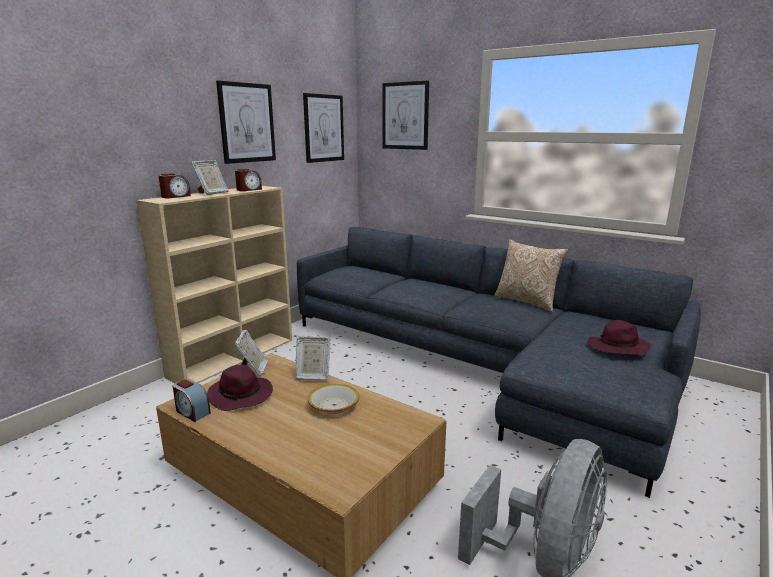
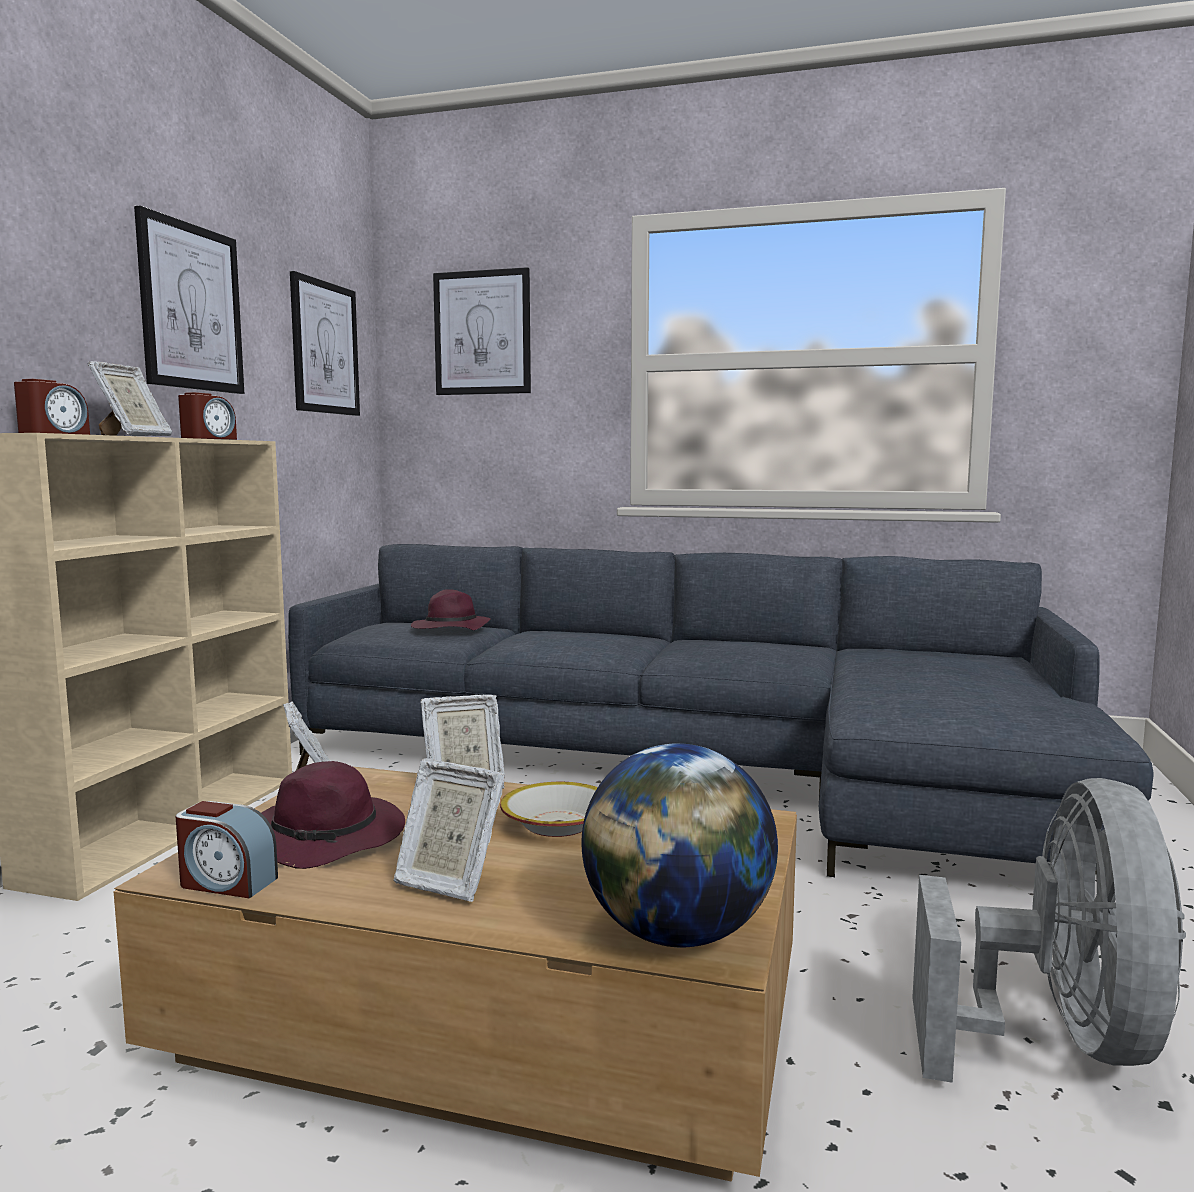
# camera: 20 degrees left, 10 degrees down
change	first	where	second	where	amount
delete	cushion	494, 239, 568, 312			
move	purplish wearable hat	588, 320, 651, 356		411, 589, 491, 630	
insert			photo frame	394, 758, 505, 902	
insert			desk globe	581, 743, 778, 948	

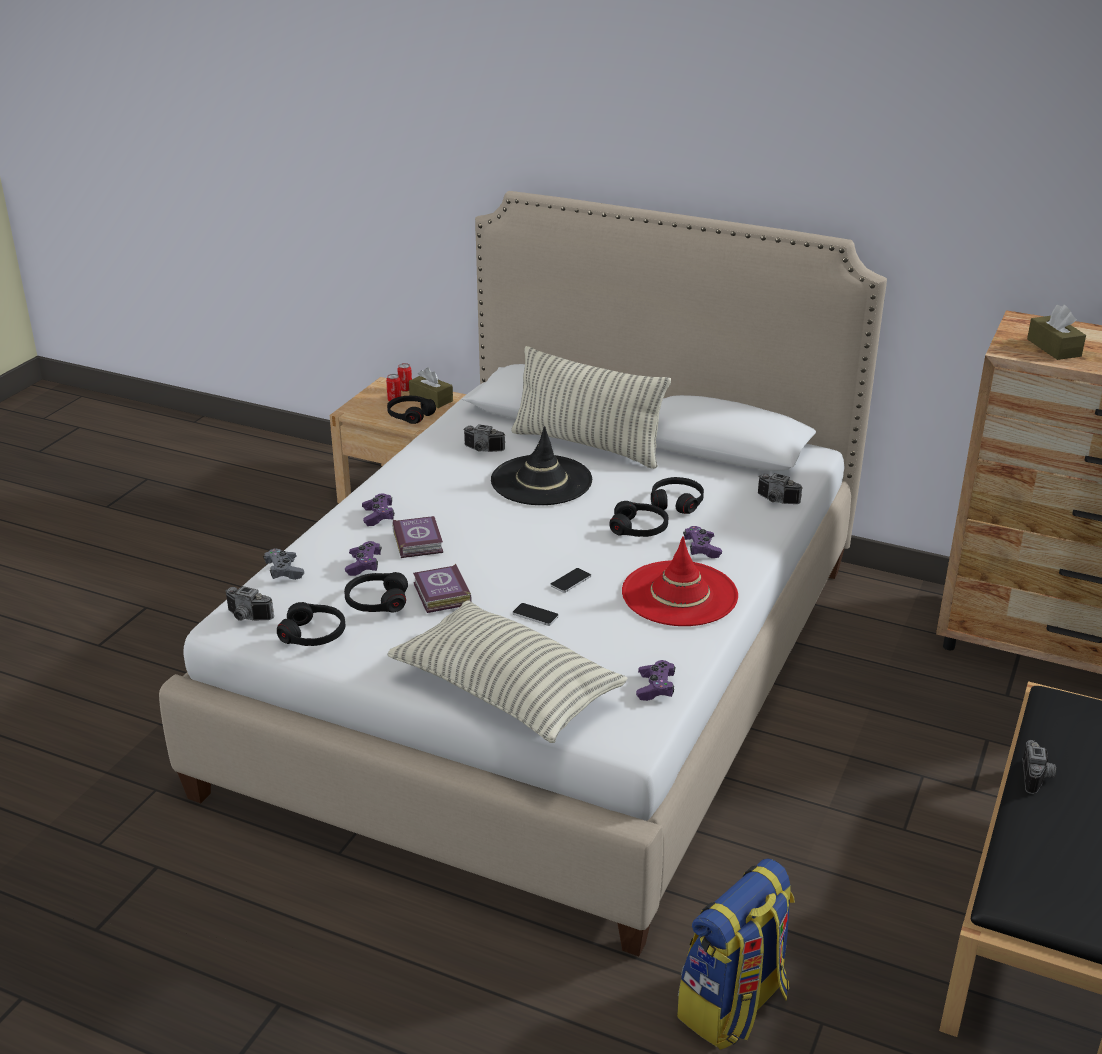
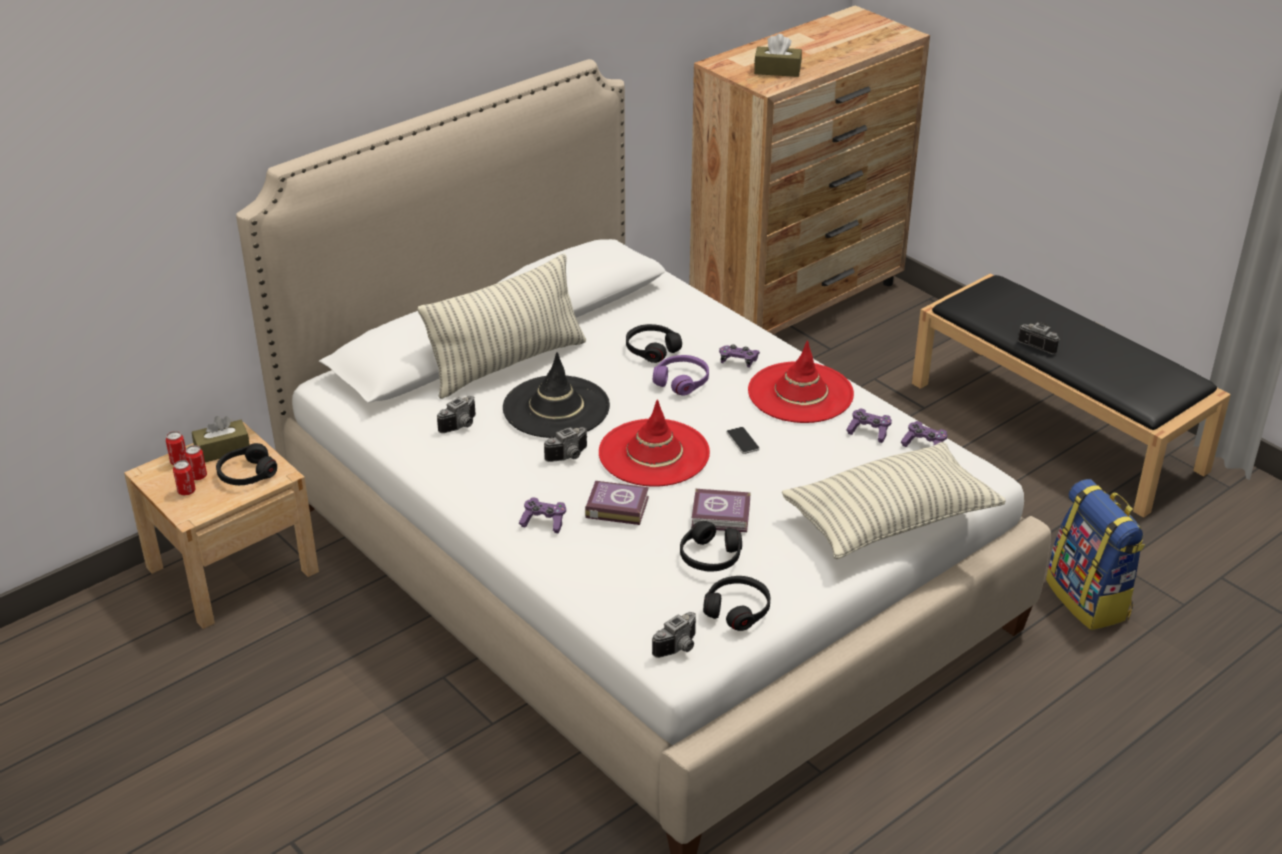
# camera: 65 degrees left, 5 degrees up
change	first	where	second	where	amount
delete	grey joypad	263, 548, 304, 580			
move	purplish joypad	345, 541, 382, 576		846, 408, 892, 443	
delete	phone	512, 603, 559, 626			
recolor	black headset	609, 501, 668, 537	purplish headset	653, 355, 709, 396	
move	still camera	758, 473, 803, 504		544, 427, 587, 462	
insert			can	173, 460, 196, 495	
insert			red-coloured wearable hat	599, 399, 710, 487	

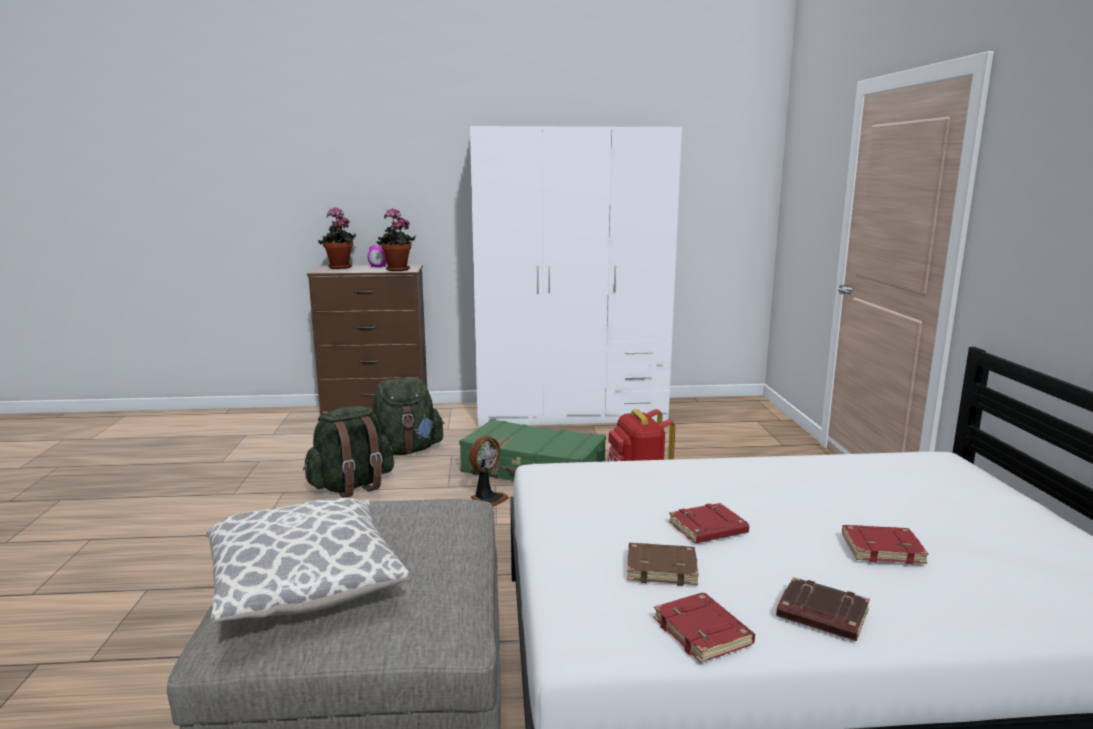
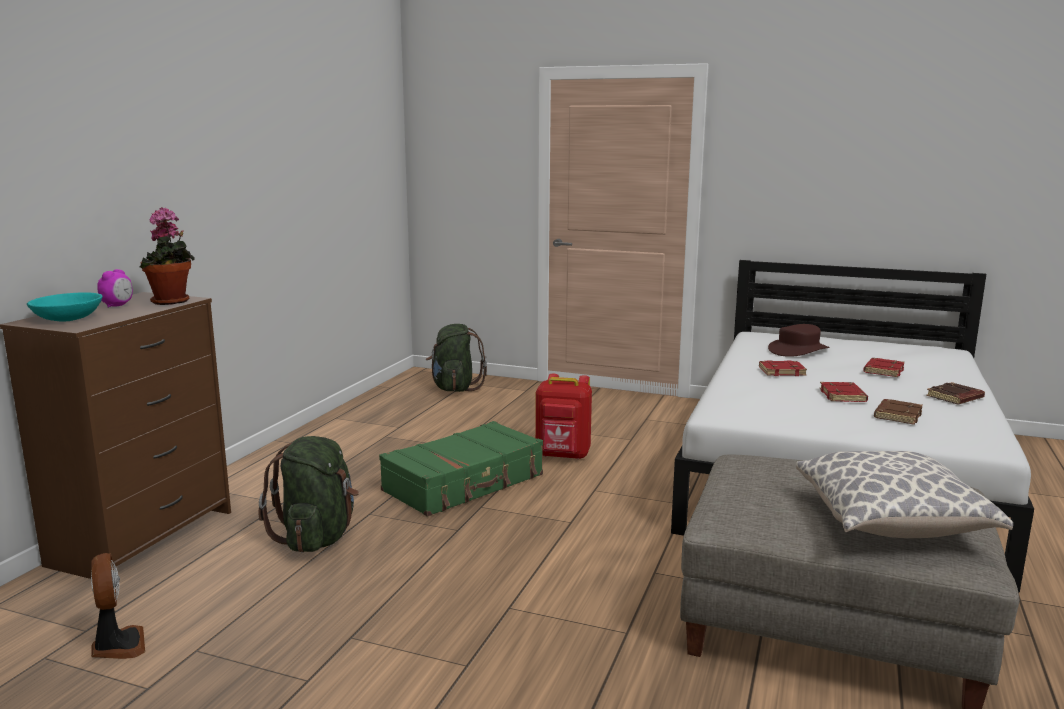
# camera: 65 degrees left, 0 degrees up
change	first	where	second	where	amount
move	green-coloured rucksack	303, 406, 394, 498		426, 324, 487, 392	
replace	houseplant	318, 207, 356, 269	blue-green bowl	27, 292, 103, 322	
move	electric fan	469, 436, 509, 507		91, 553, 145, 659	
delete	whitish clothes cupboard	470, 126, 682, 427			
move	red-coloured bound book	653, 593, 755, 663		759, 360, 807, 376	
insert			brown wearable hat	768, 324, 829, 357	

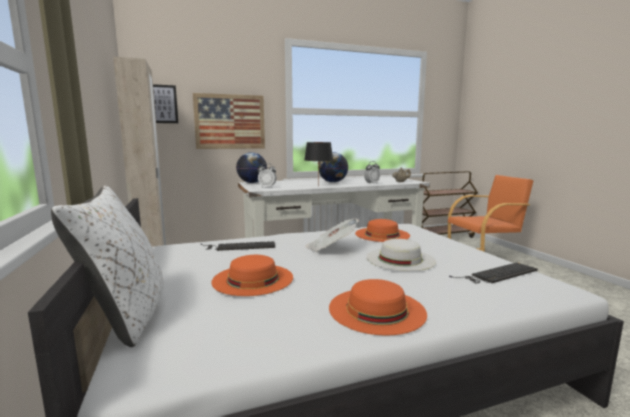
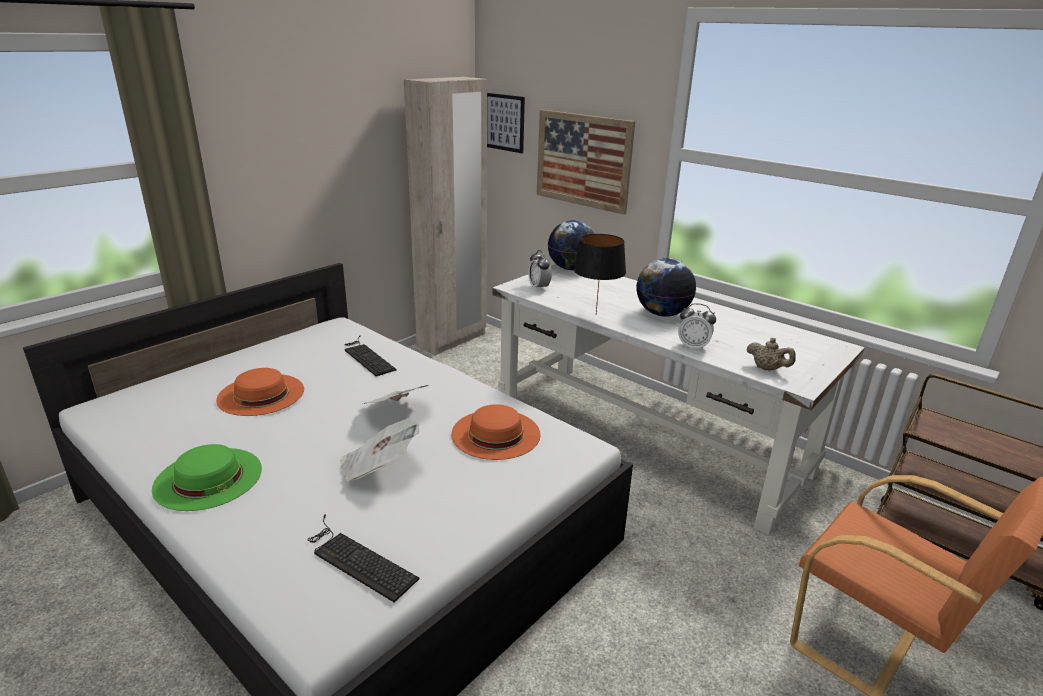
# camera: 60 degrees right, 15 degrees up
change	first	where	second	where	amount
delete	whitish cushion	51, 186, 164, 347			
recolor	orange wearable hat	329, 279, 427, 336	green-coloured wearable hat	152, 444, 262, 511	
replace	whitish wearable hat	366, 239, 436, 271	newspaper	340, 418, 419, 483	

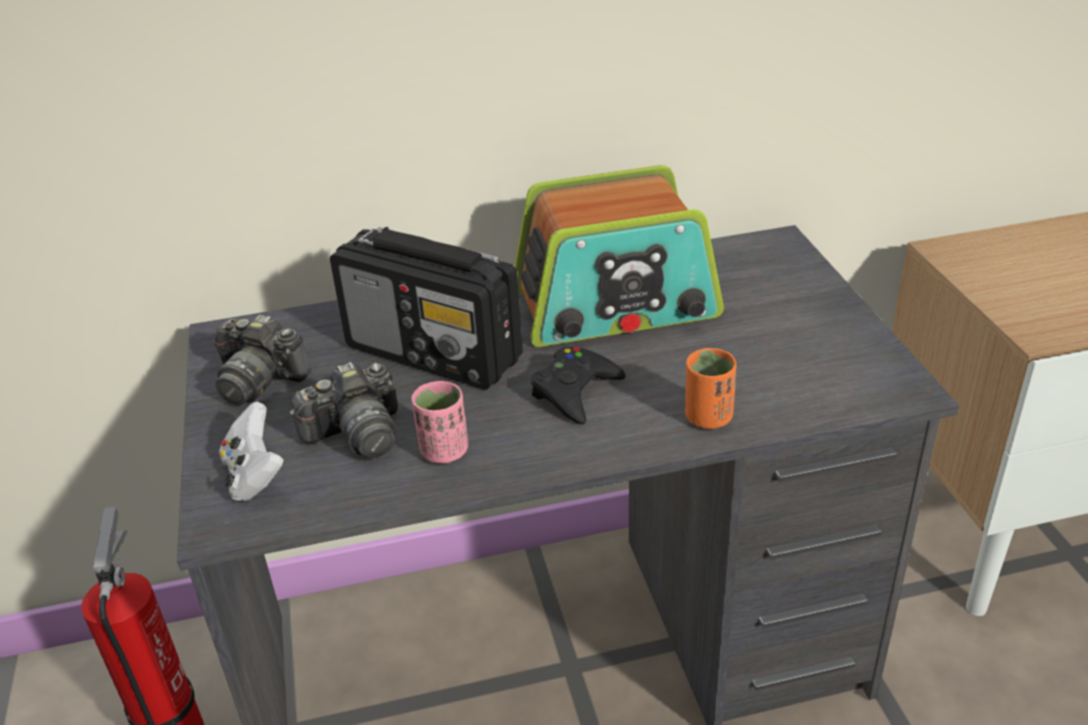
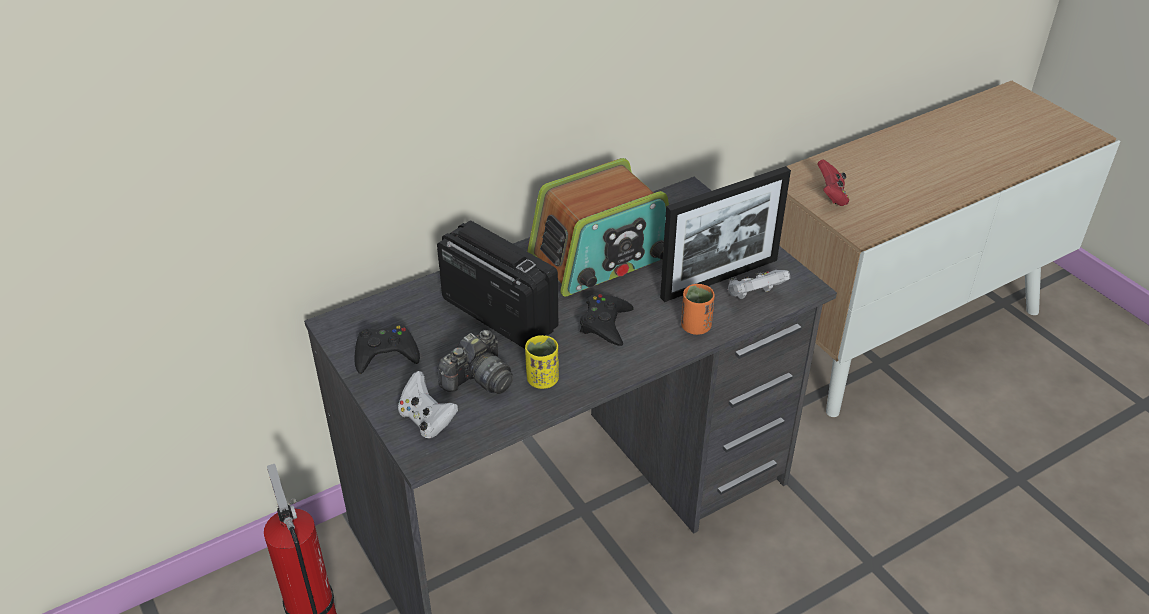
# camera: 20 degrees left, 5 degrees up
change	first	where	second	where	amount
replace	still camera	214, 314, 311, 405	black joypad	355, 324, 420, 374	
rotate	radio	330, 227, 523, 390		437, 221, 558, 349	150 degrees counterclockwise
recolor	pink-coloured cup	412, 381, 468, 463	yellowish cup	525, 335, 559, 389	
insert			photo frame	660, 166, 791, 302	
insert			whitish joypad	728, 270, 790, 299	
insert			red-coloured joypad	817, 159, 849, 206	

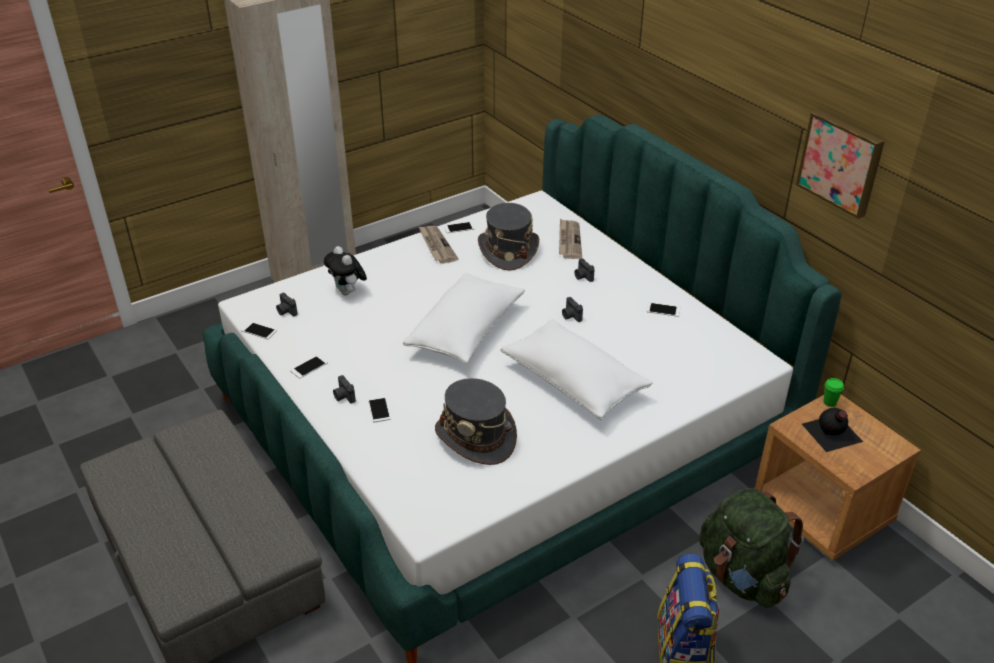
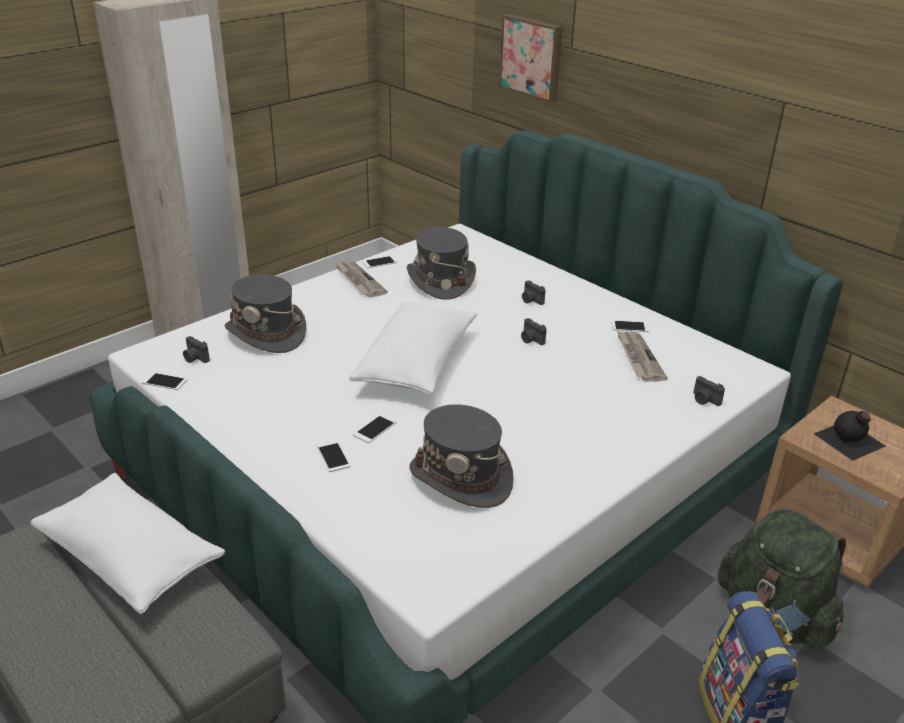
# camera: 10 degrees left, 5 degrees down
change	first	where	second	where	amount
move	phone	290, 355, 328, 379		353, 414, 397, 443	
replace	cuddly toy	324, 246, 367, 295	grey wearable hat	225, 274, 306, 353	
move	still camera	333, 375, 356, 404		694, 376, 725, 406	
move	whitish cushion	500, 319, 653, 420		31, 473, 225, 614	
move	newspaper	559, 219, 582, 259		617, 331, 668, 382	
move	wall art	796, 110, 885, 219		499, 13, 563, 103	
delete	green-coloured cup	823, 378, 844, 407			

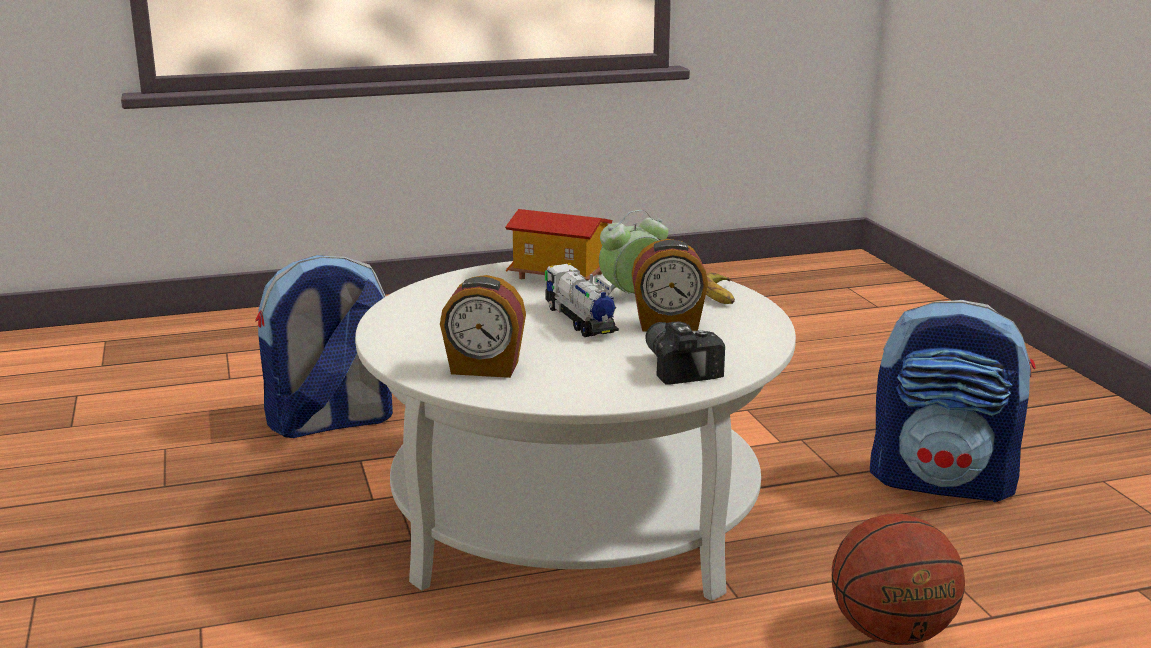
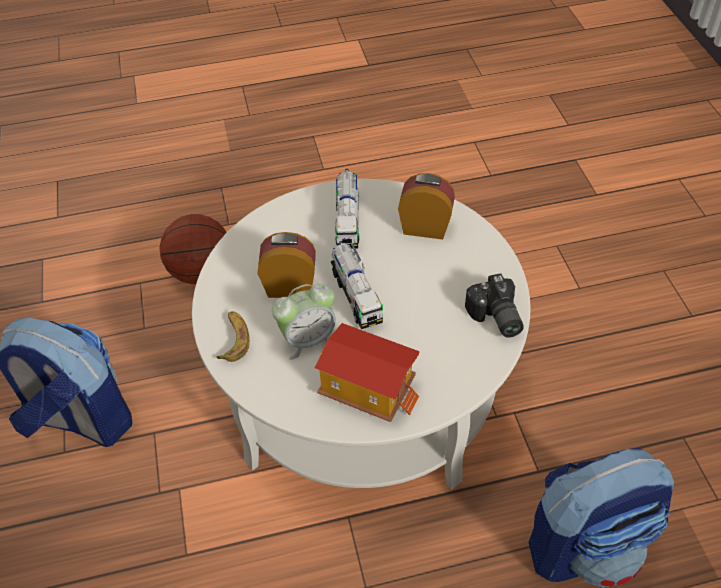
# camera: 175 degrees left, 30 degrees up
change	first	where	second	where	amount
move	still camera	645, 322, 725, 385		465, 273, 524, 337	
insert			model truck	335, 169, 360, 249	

